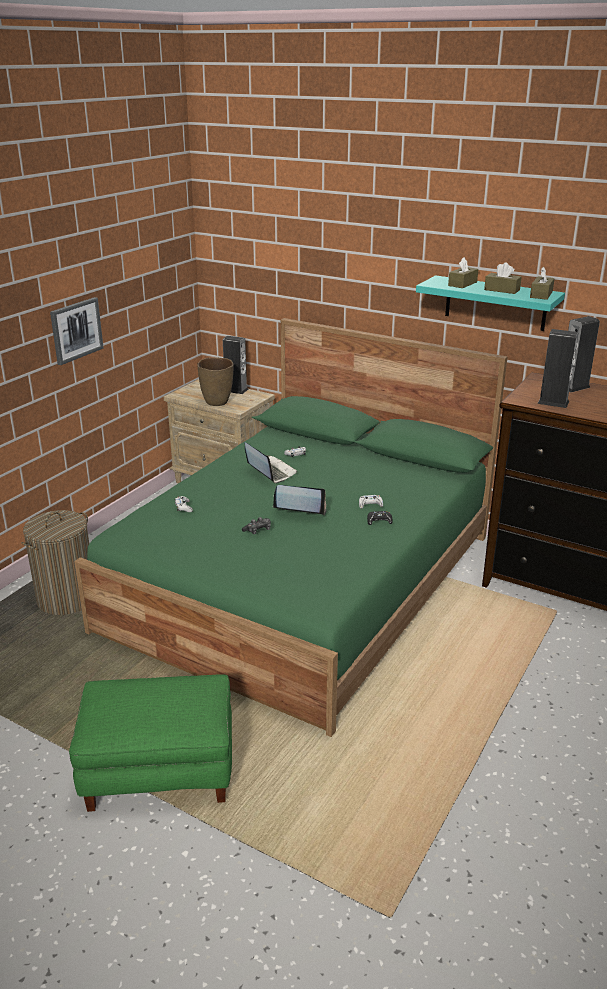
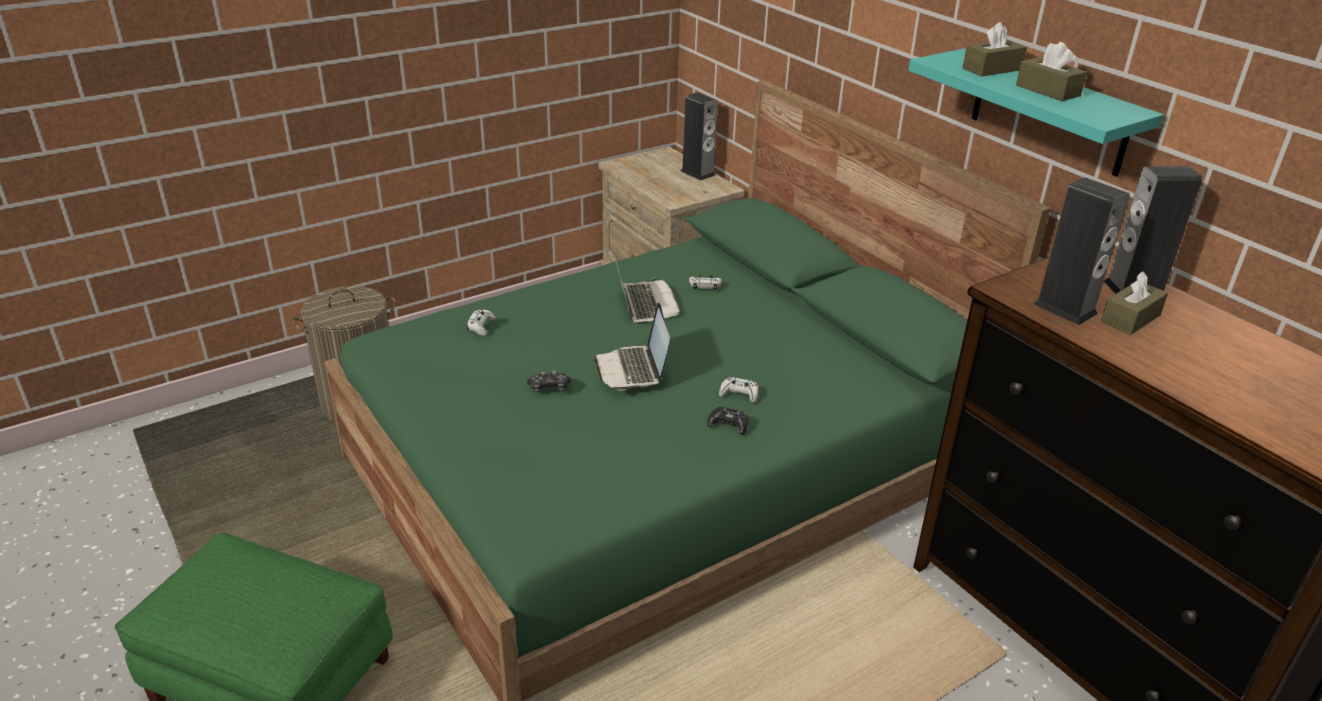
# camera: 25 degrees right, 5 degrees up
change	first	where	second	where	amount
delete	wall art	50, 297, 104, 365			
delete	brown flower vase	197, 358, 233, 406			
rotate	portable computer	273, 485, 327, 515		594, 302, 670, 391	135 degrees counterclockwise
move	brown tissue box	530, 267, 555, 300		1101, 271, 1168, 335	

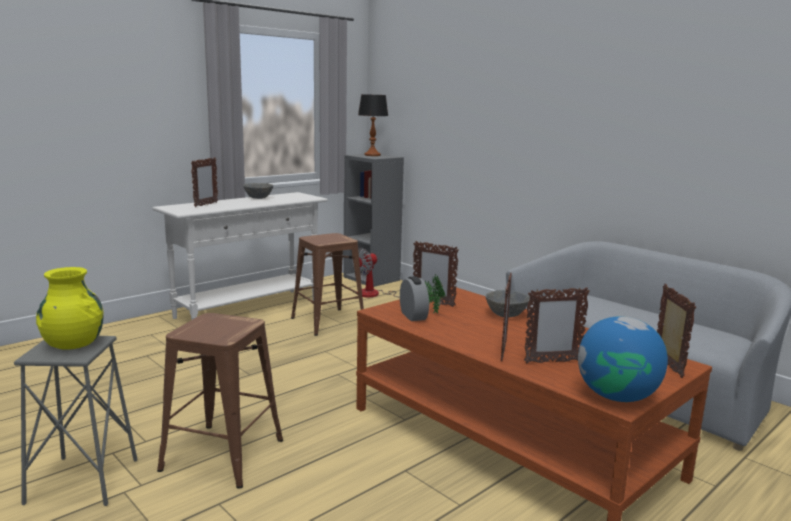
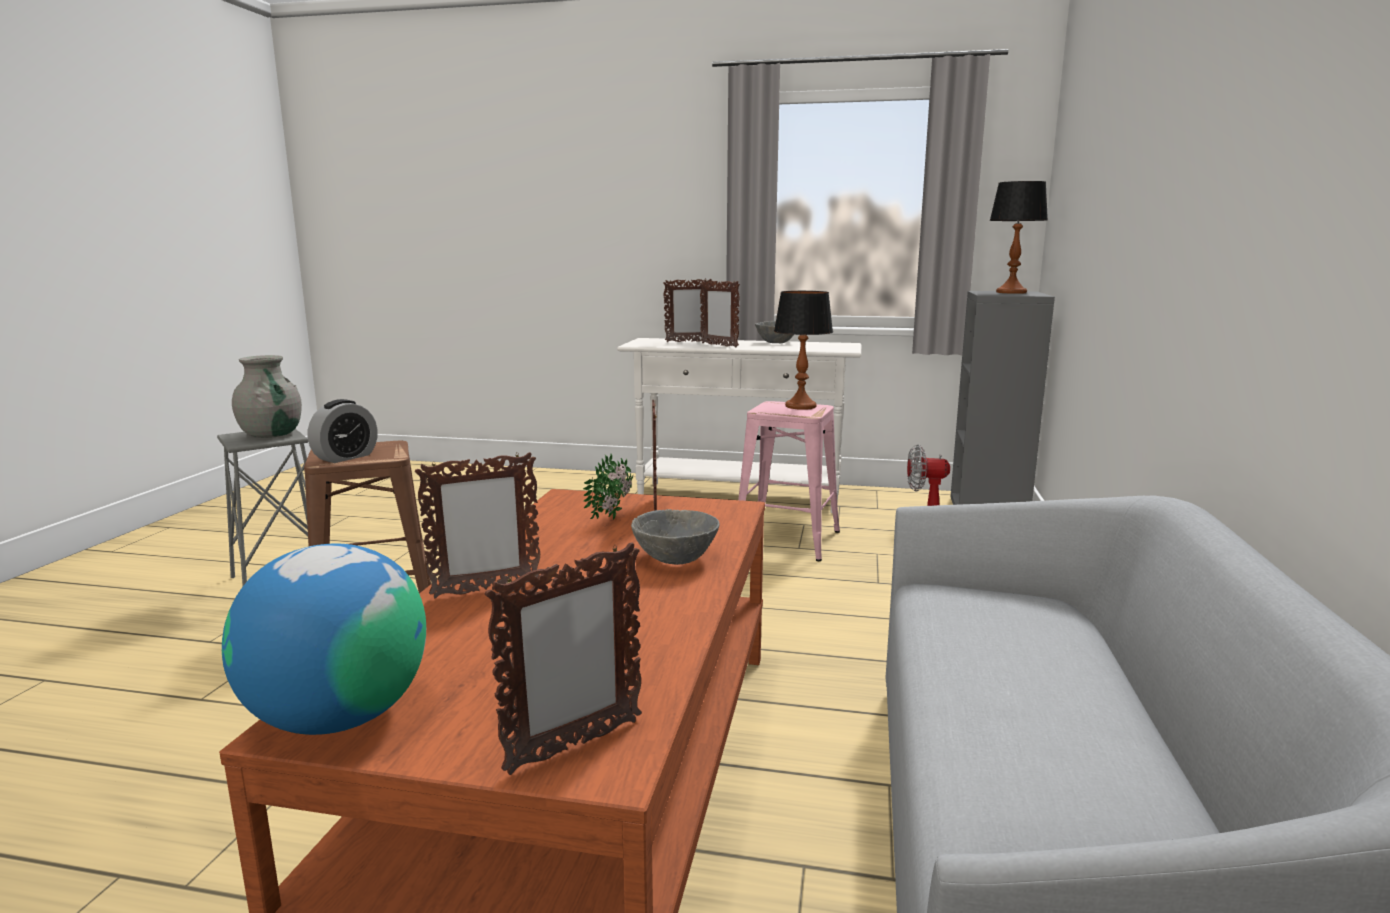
# camera: 55 degrees right, 0 degrees up
change	first	where	second	where	amount
recolor	yellowish flower vase	36, 267, 104, 350	grey flower vase	232, 355, 302, 438	
recolor	brown stool	291, 233, 364, 336	pink-coloured stool	738, 401, 840, 561	
move	table clock	400, 276, 429, 321		308, 399, 378, 463	
move	photo frame	524, 287, 590, 363		700, 280, 740, 348	
insert			tabletop lamp	774, 291, 833, 410	

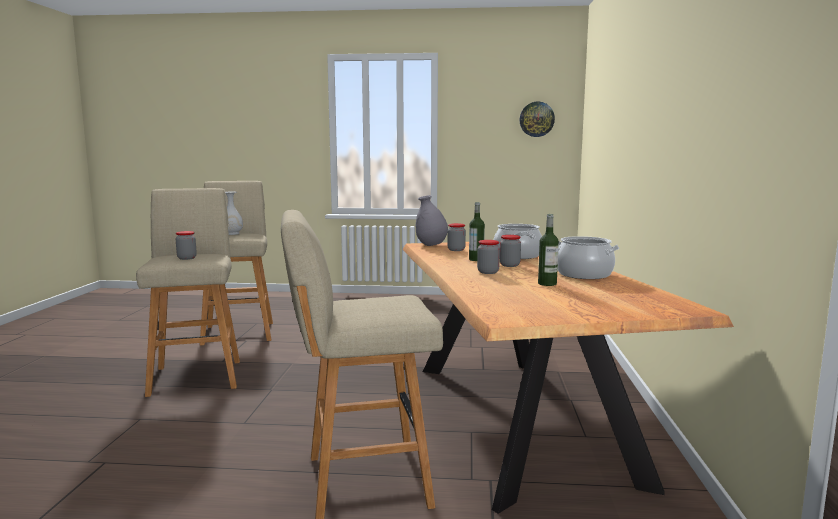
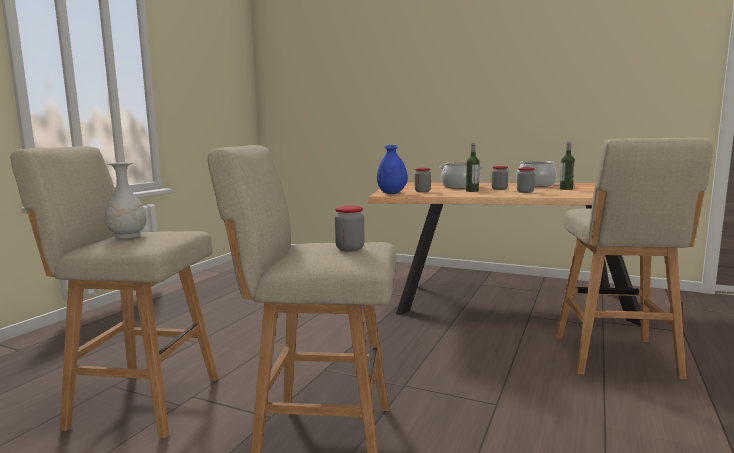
# camera: 70 degrees left, 0 degrees up
change	first	where	second	where	amount
recolor	grey flower vase	416, 195, 448, 246	blue-coloured flower vase	377, 145, 408, 194	
delete	clock on the wall	519, 102, 555, 137			

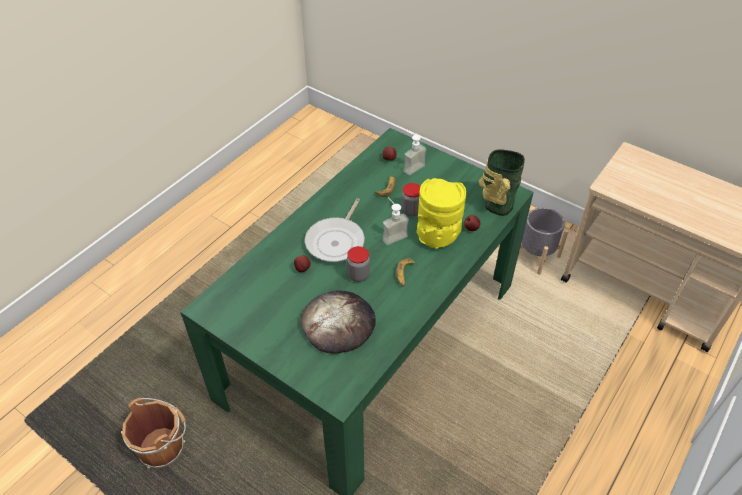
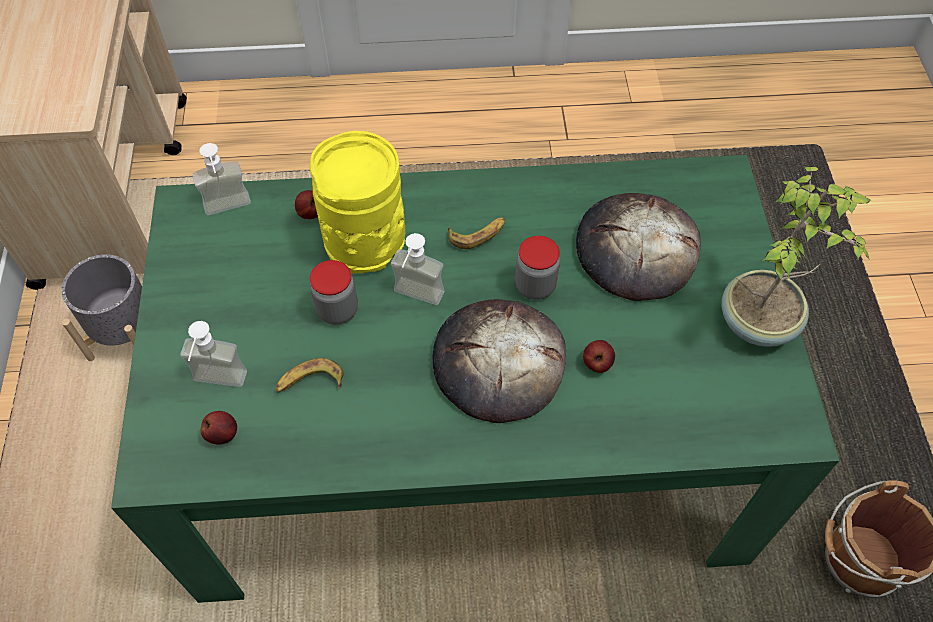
# camera: 130 degrees left, 10 degrees up
change	first	where	second	where	amount
replace	pan	305, 198, 365, 262	bakery bread	433, 299, 566, 423	
replace	flower vase	478, 150, 525, 216	soap bottle	192, 143, 251, 216	
insert			houseplant	722, 167, 871, 347	

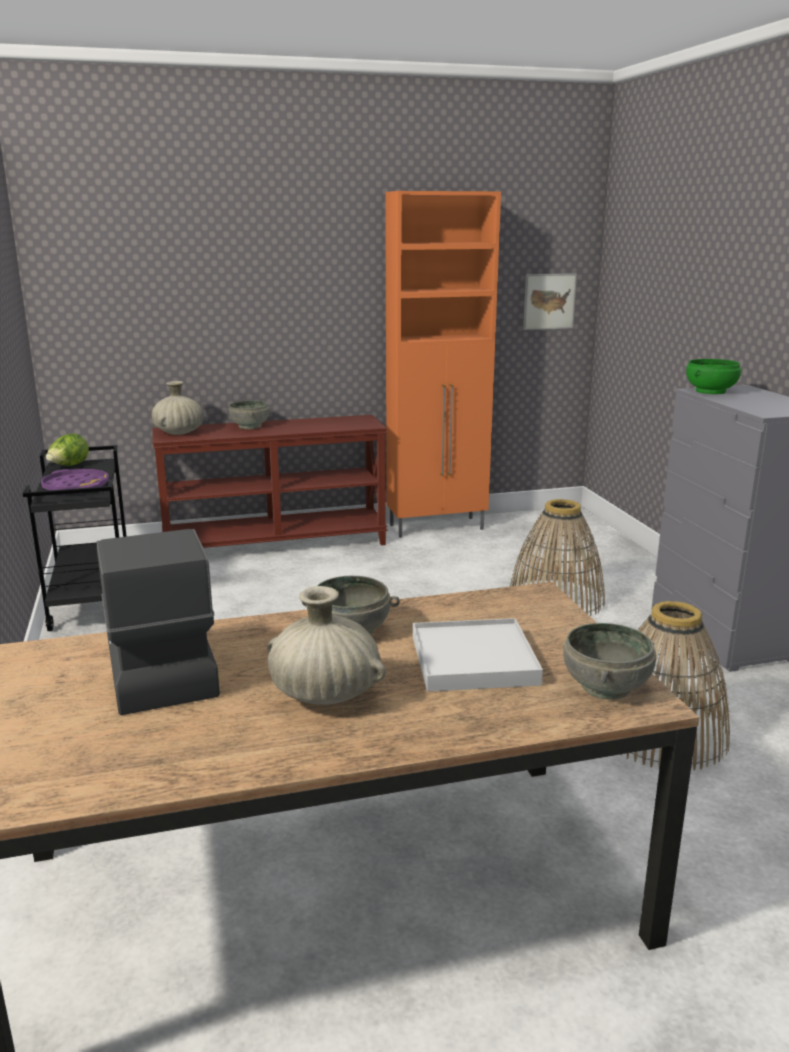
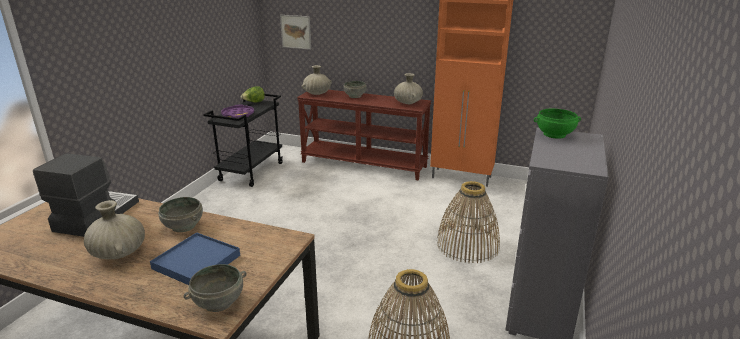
# camera: 35 degrees right, 5 degrees up
change	first	where	second	where	amount
recolor	whitish serving tray	413, 618, 543, 692	blue-coloured serving tray	150, 232, 240, 285	
move	wall art	523, 273, 577, 330		280, 15, 311, 50	
insert			beige-coloured flower vase	394, 73, 423, 104	

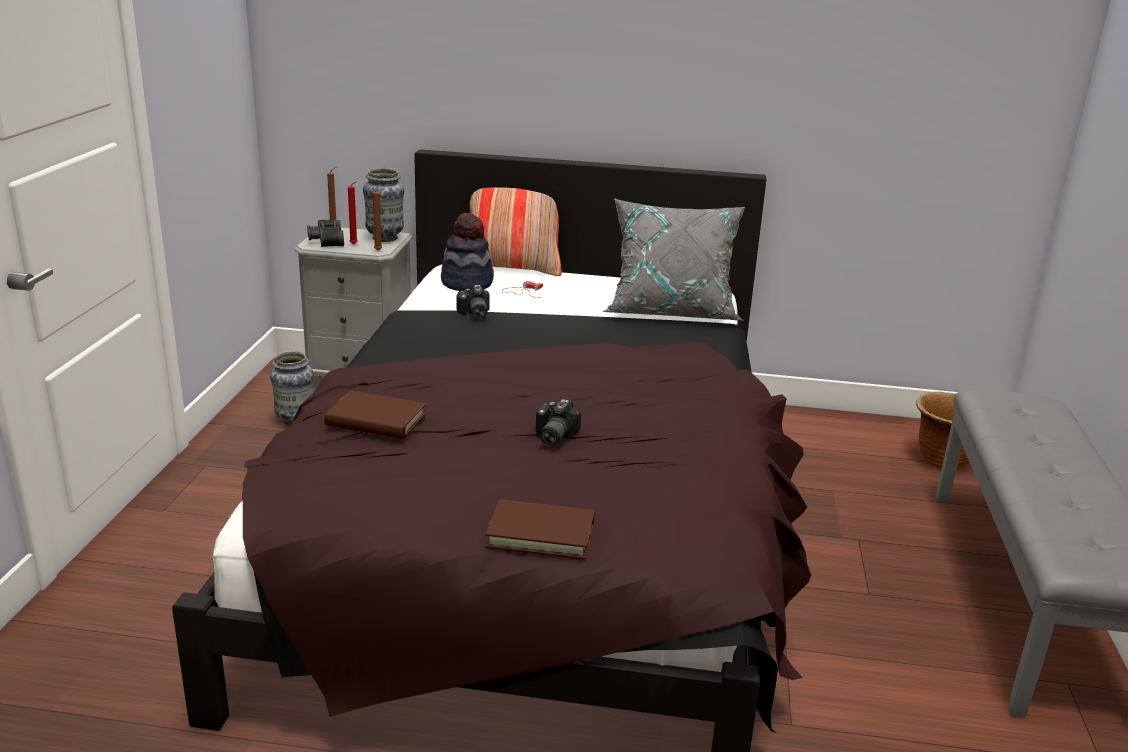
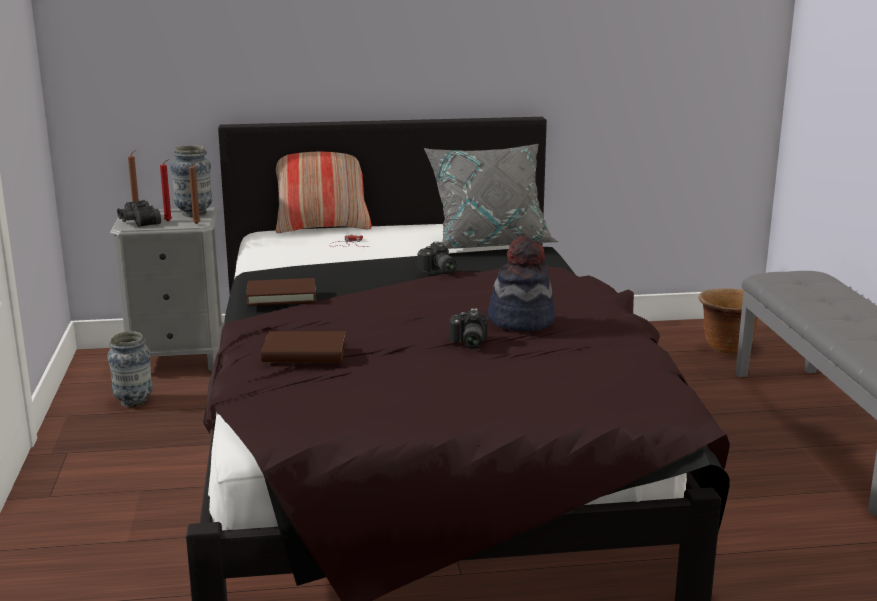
# camera: 15 degrees left, 5 degrees down
change	first	where	second	where	amount
move	wearable hat	441, 213, 494, 291		488, 236, 555, 332	
move	still camera	457, 285, 490, 319		417, 241, 457, 273	
move	brown bound book	485, 499, 595, 560		246, 278, 316, 306	

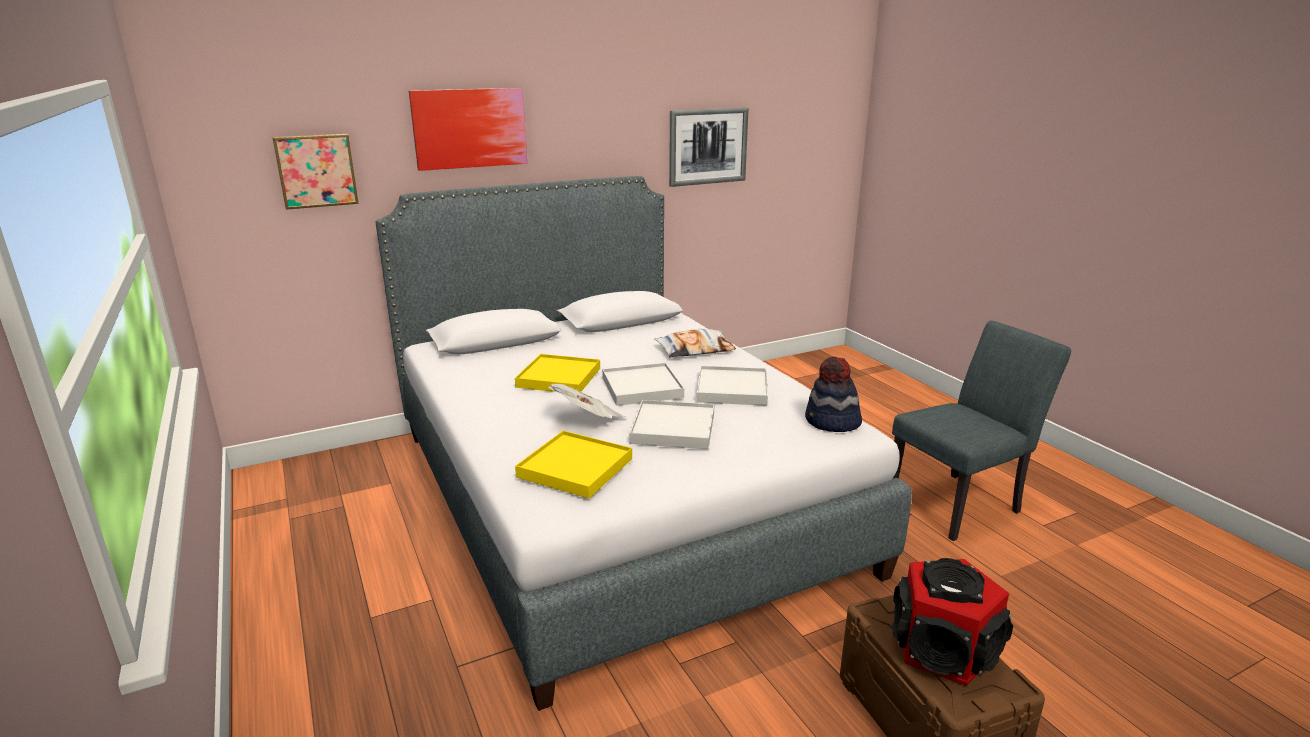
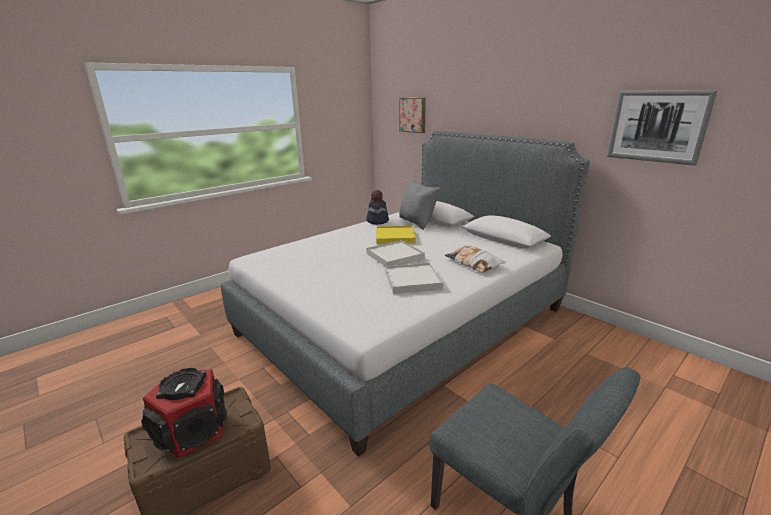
# camera: 75 degrees right, 0 degrees up
change	first	where	second	where	amount
delete	wall art	409, 88, 528, 171			
delete	yellowish serving tray	515, 431, 632, 499			
delete	newspaper	548, 384, 626, 419			
delete	whitish serving tray	630, 400, 714, 449			
move	wearable hat	805, 357, 862, 432		366, 190, 389, 225	
insert			grey cushion	399, 179, 440, 230	

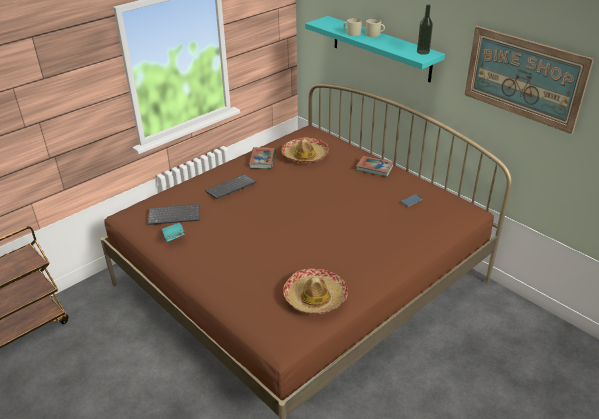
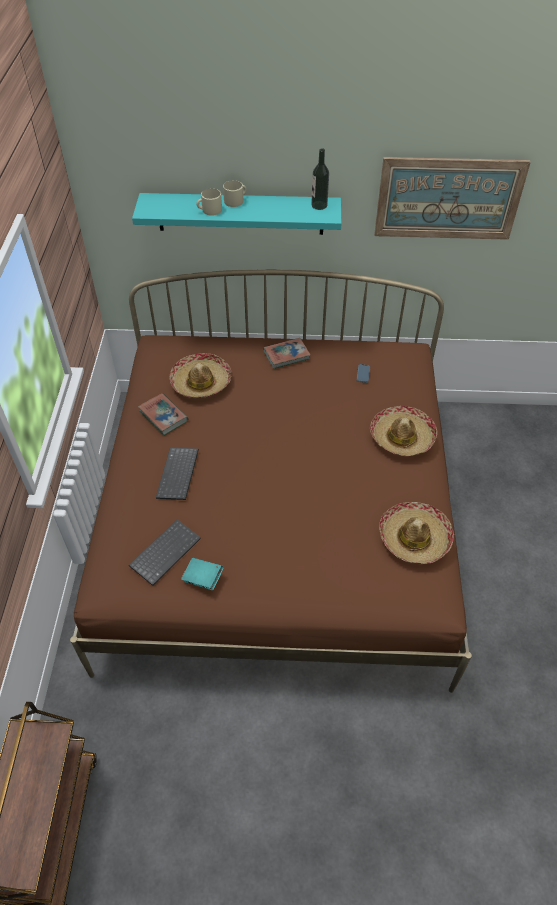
# camera: 45 degrees left, 15 degrees up
change	first	where	second	where	amount
insert			wearable hat	370, 406, 437, 456	

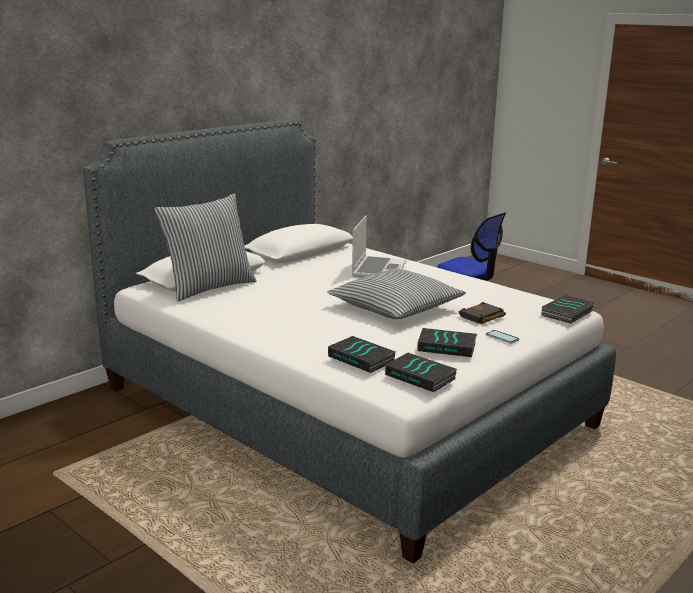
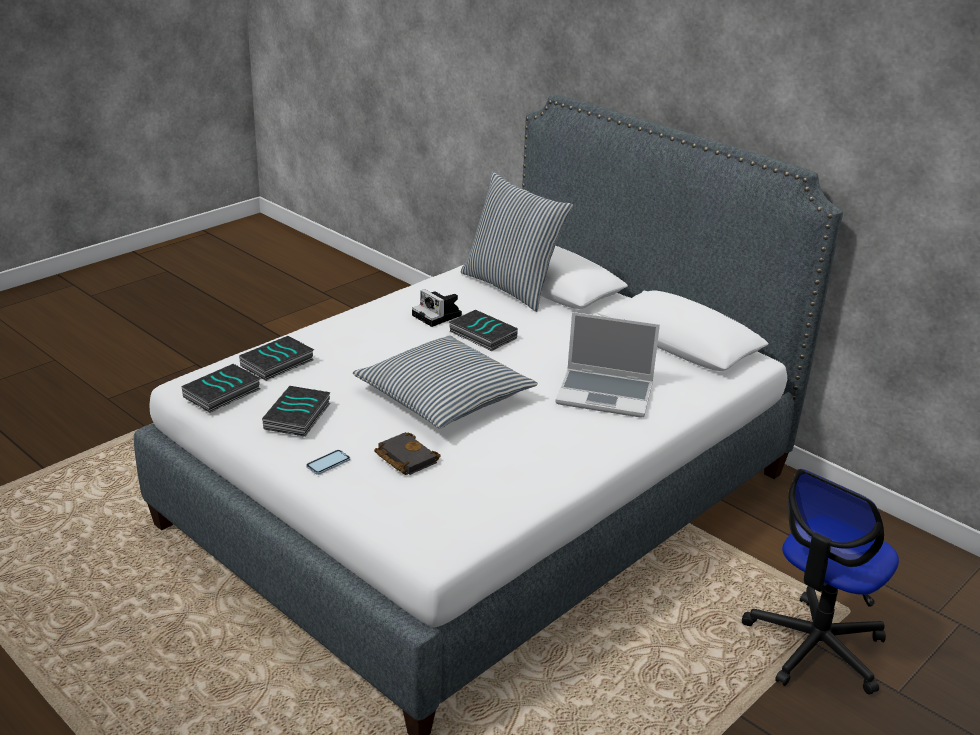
# camera: 90 degrees right, 10 degrees up
change	first	where	second	where	amount
move	bound book	542, 295, 594, 323		449, 310, 518, 351	
insert			still camera	412, 289, 462, 327	

